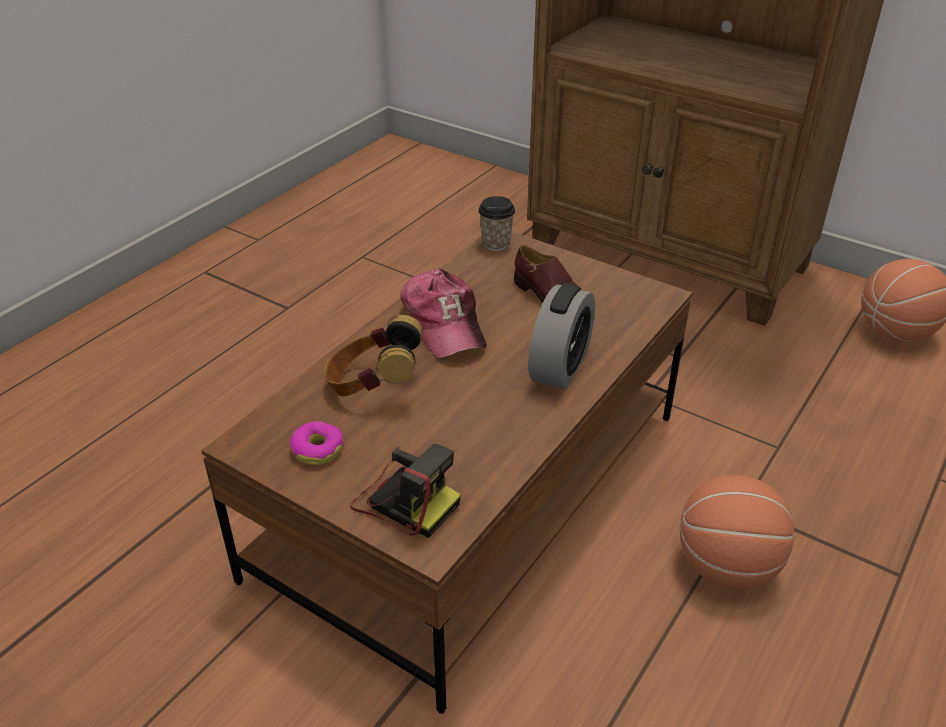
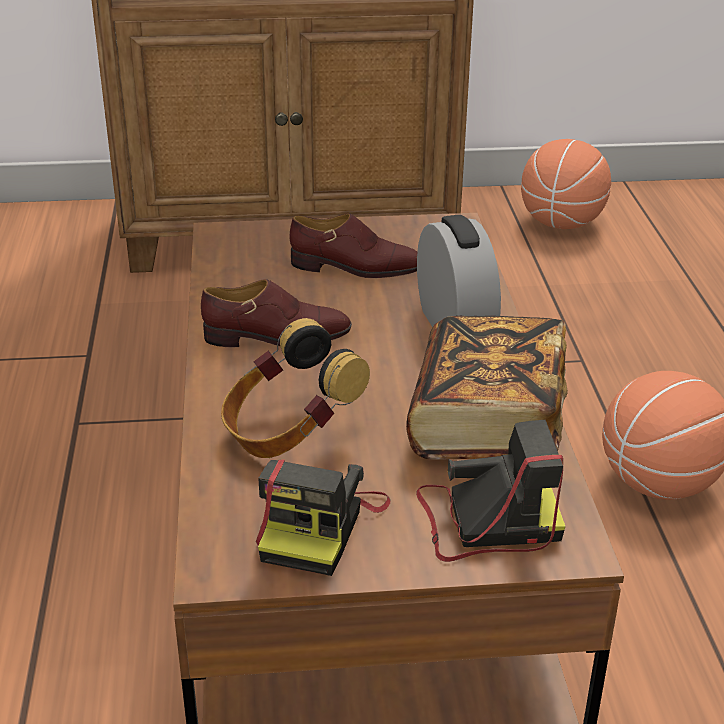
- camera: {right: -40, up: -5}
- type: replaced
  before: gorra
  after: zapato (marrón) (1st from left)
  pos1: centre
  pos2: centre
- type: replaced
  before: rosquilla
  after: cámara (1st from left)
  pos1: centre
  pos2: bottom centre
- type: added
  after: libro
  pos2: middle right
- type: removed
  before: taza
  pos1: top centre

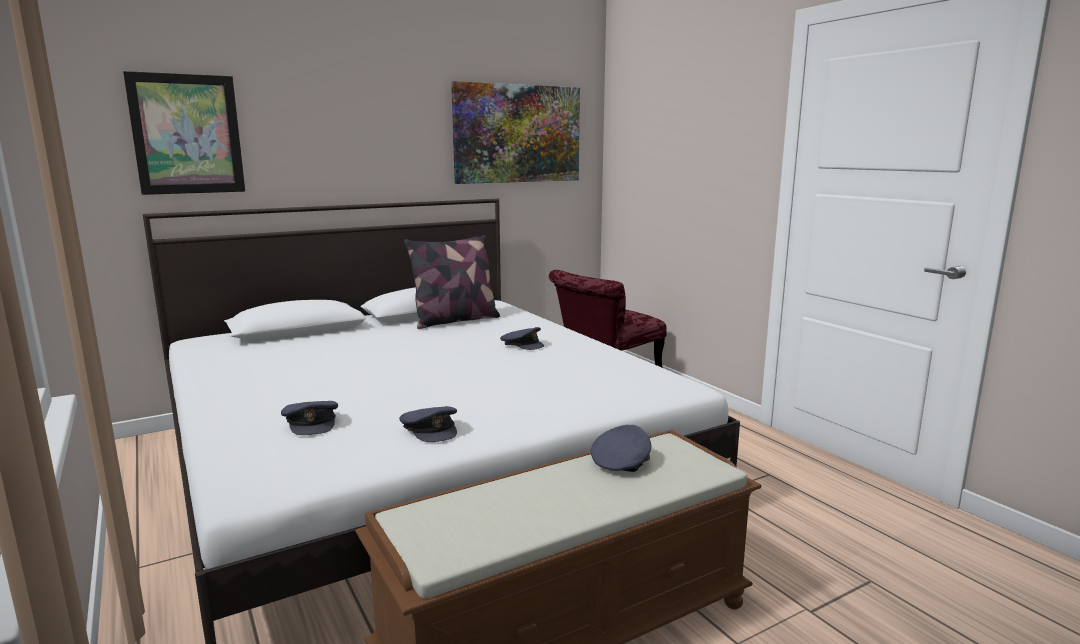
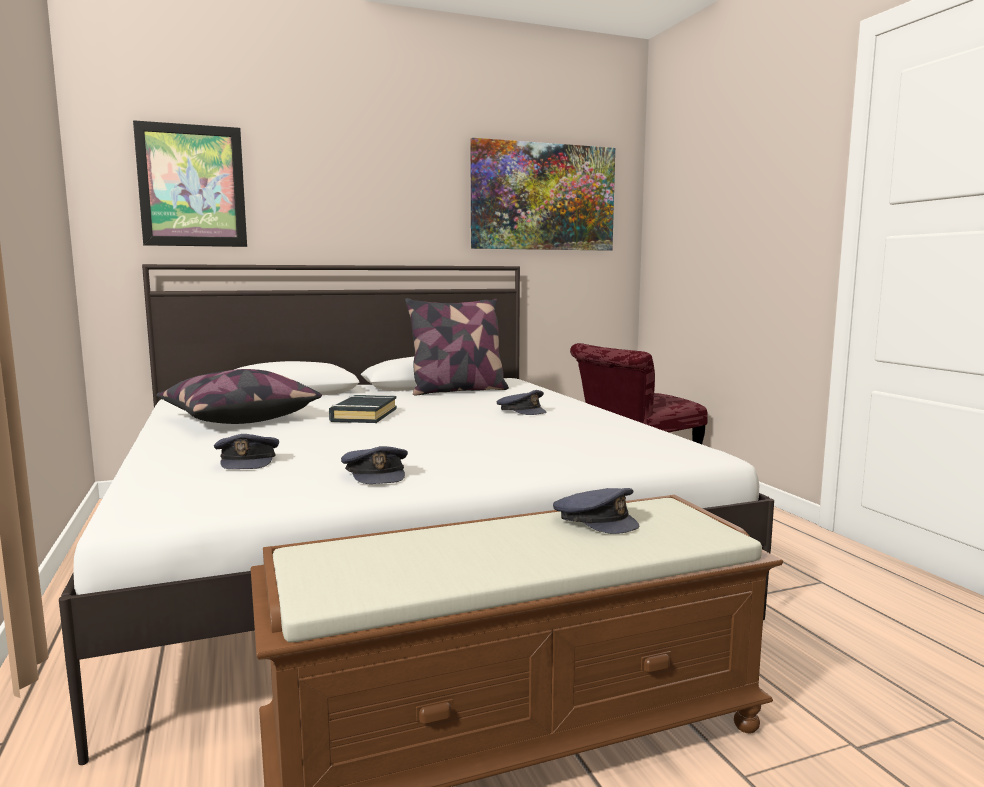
- camera: {right: 10, up: -5}
- type: added
  after: cojín (1st from left)
  pos2: middle left
- type: added
  after: libro (negro)
  pos2: centre
- type: turned
  before: gorra (gris) (4th from left)
  pos1: bottom centre
  pos2: centre
  turn: 90

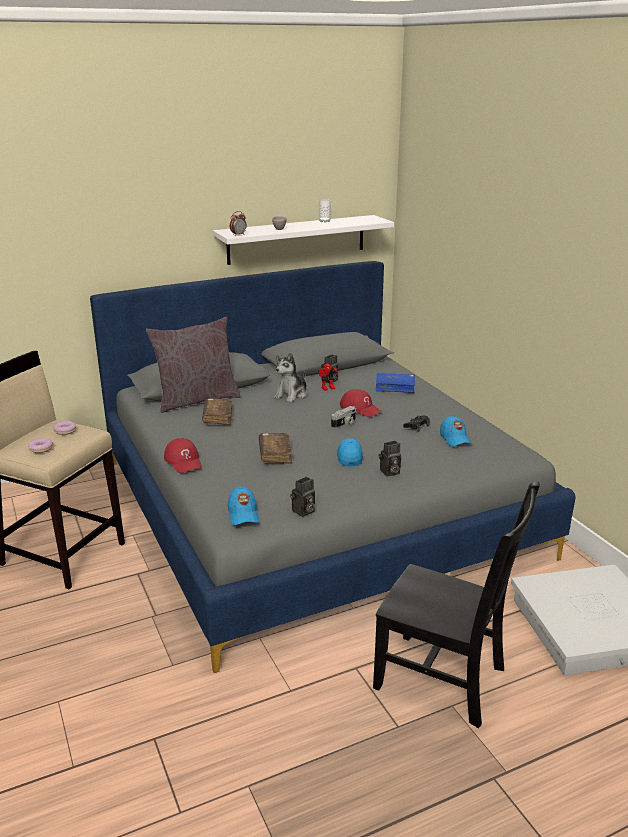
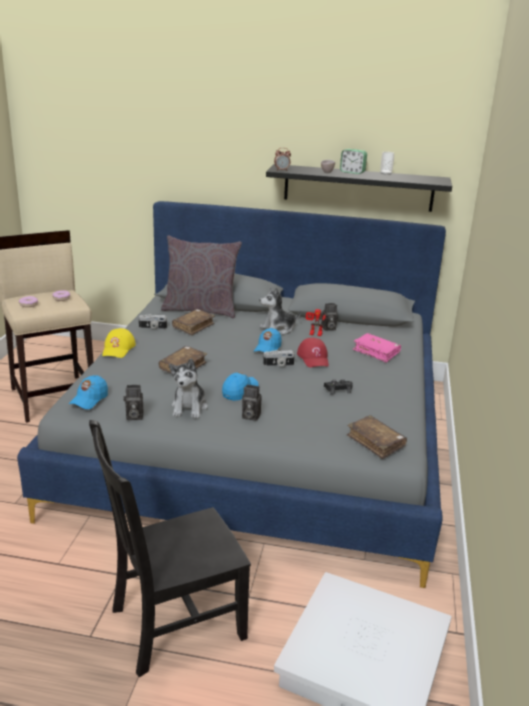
- camera: {right: 35, up: 0}
- type: turned
  before: silla (negro)
  pos1: bottom right
  pos2: bottom left
  turn: 90
- type: recoloured
  before: gorra (rojo) (1st from left)
  after: gorra (amarillo)
  pos1: middle left
  pos2: middle left
- type: added
  after: cámara (2nd from left)
  pos2: middle left
- type: added
  after: peluche (1st from left)
  pos2: centre
- type: moved
  before: gorra (azul) (3rd from left)
  pos1: middle right
  pos2: centre
- type: recoloured
  before: estante (blanco)
  after: estante (negro)
  pos1: top centre
  pos2: top right
- type: added
  after: despertador (2nd from left)
  pos2: top right
- type: added
  after: libro (marrón) (3rd from left)
  pos2: middle right
- type: recoloured
  before: libro (azul)
  after: libro (rosa)
  pos1: centre
  pos2: middle right

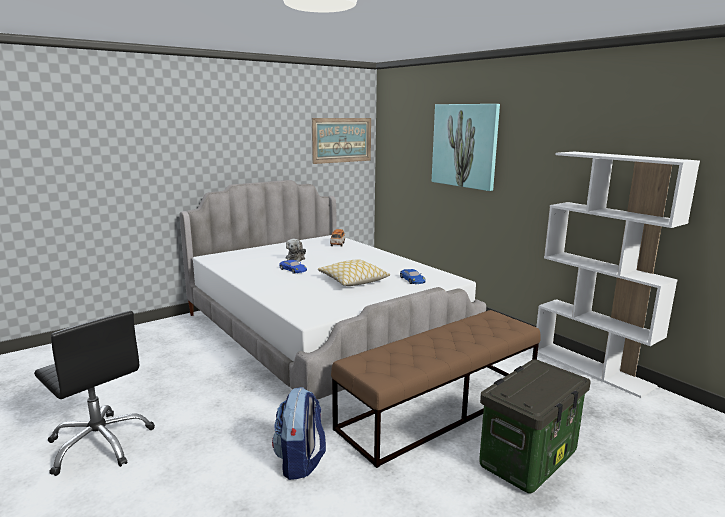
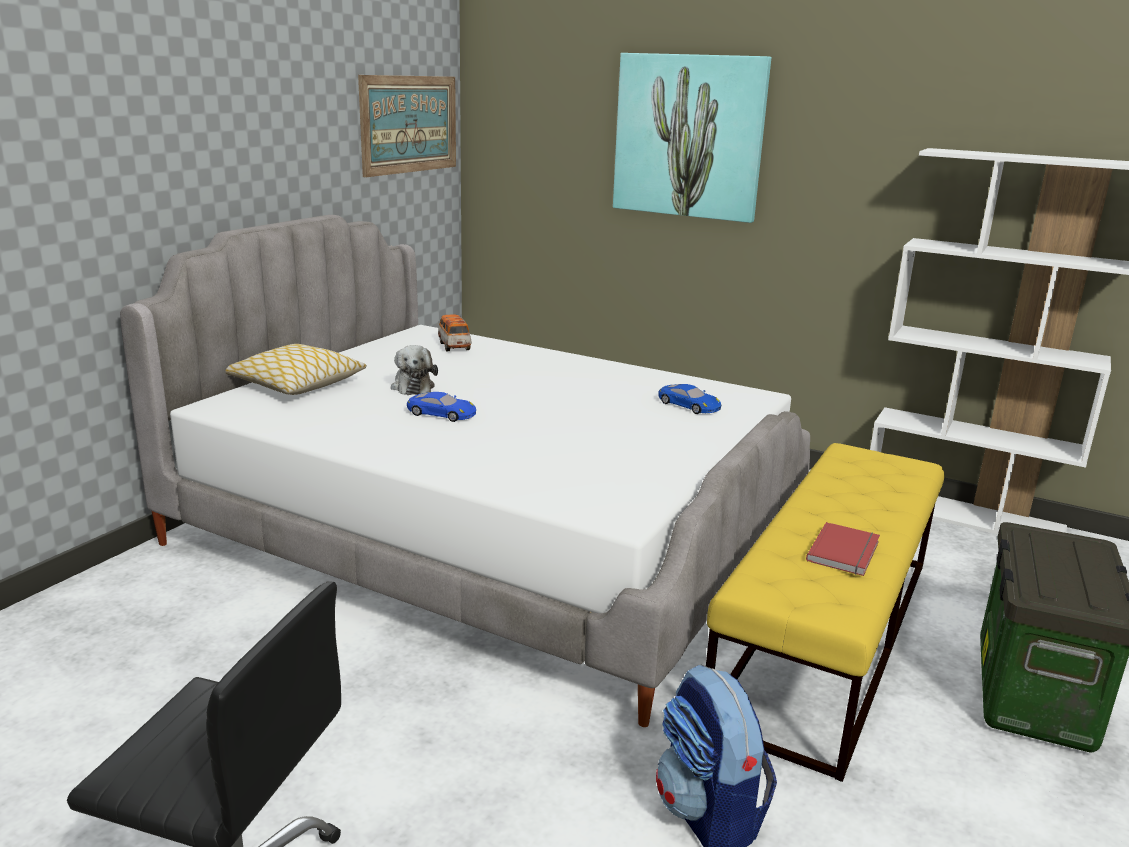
- camera: {right: -25, up: 5}
- type: moved
  before: cojín
  pos1: centre
  pos2: middle left
- type: recoloured
  before: banco (marrón)
  after: banco (amarillo)
  pos1: bottom centre
  pos2: bottom right
- type: added
  after: libro (rojo)
  pos2: middle right

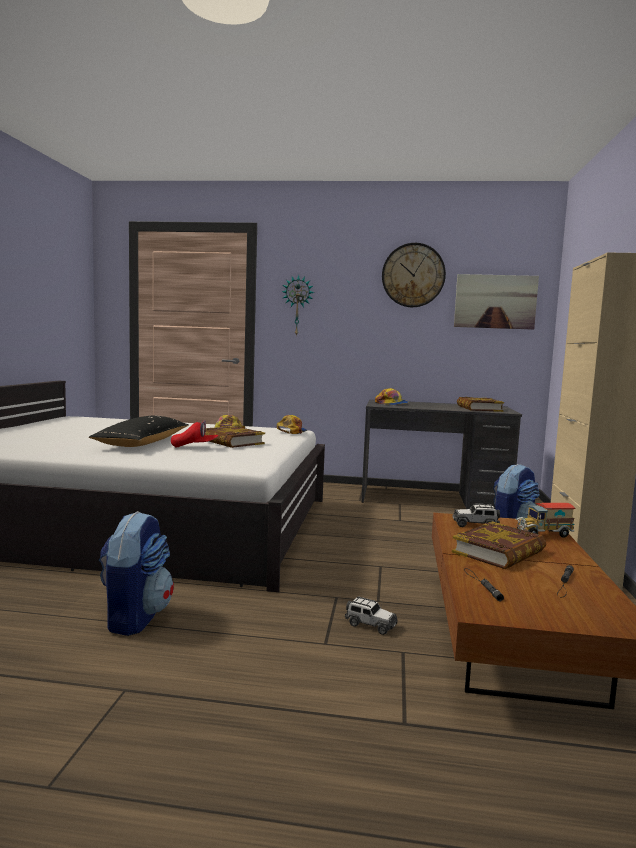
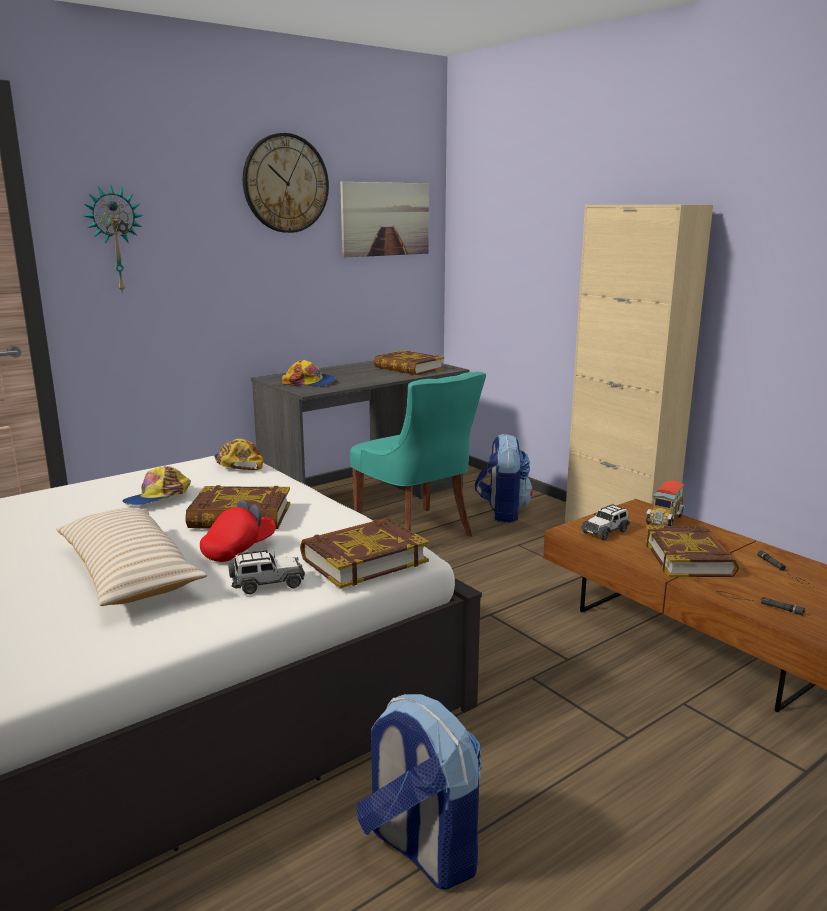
- camera: {right: -45, up: 10}
- type: recoloured
  before: cojín (negro)
  after: cojín (beis)
  pos1: middle left
  pos2: middle left
- type: moved
  before: coche de juguete (1st from left)
  pos1: bottom centre
  pos2: middle left
- type: added
  after: libro (2nd from left)
  pos2: centre
- type: added
  after: silla (turquesa)
  pos2: centre

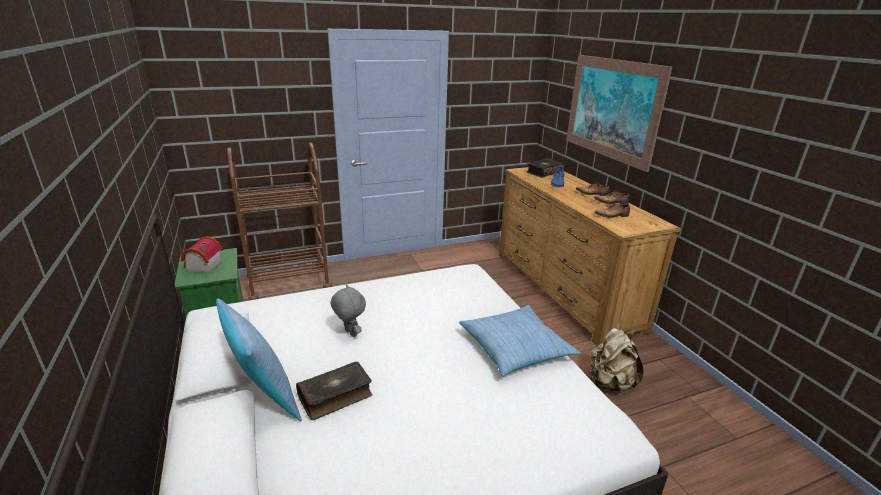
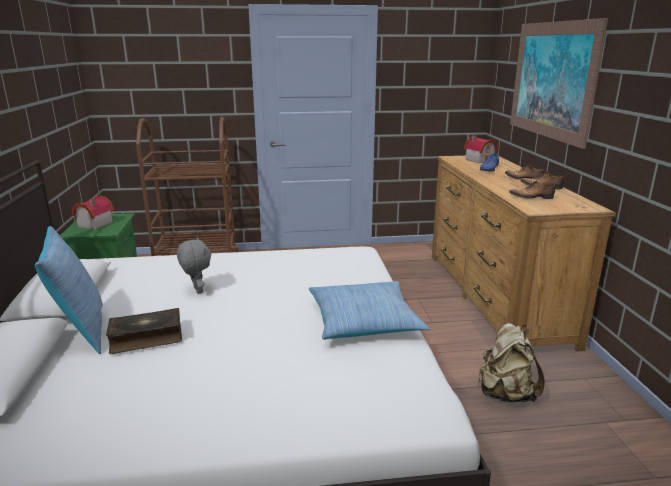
- camera: {right: 15, up: -5}
- type: replaced
  before: libro (2nd from left)
  after: casita (2nd from left)
  pos1: centre
  pos2: top right

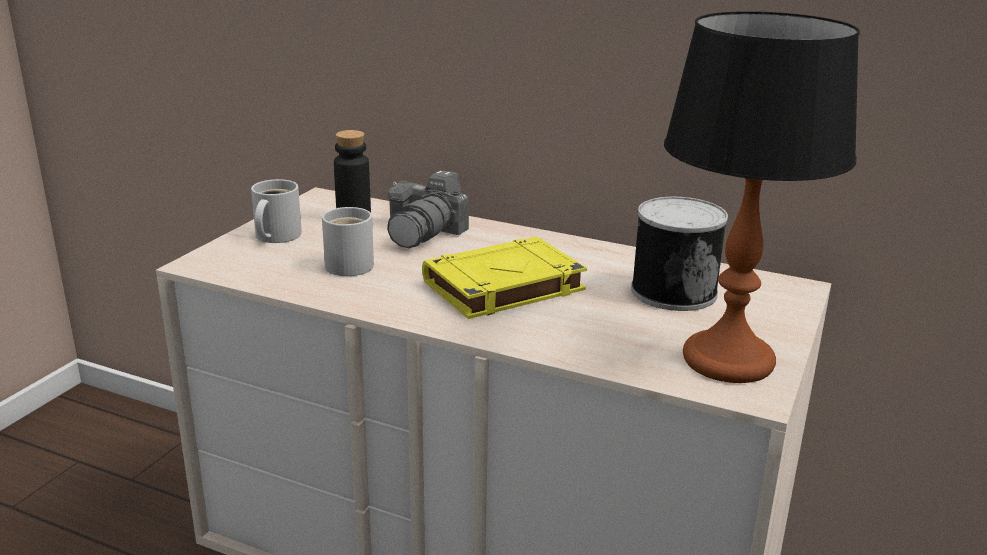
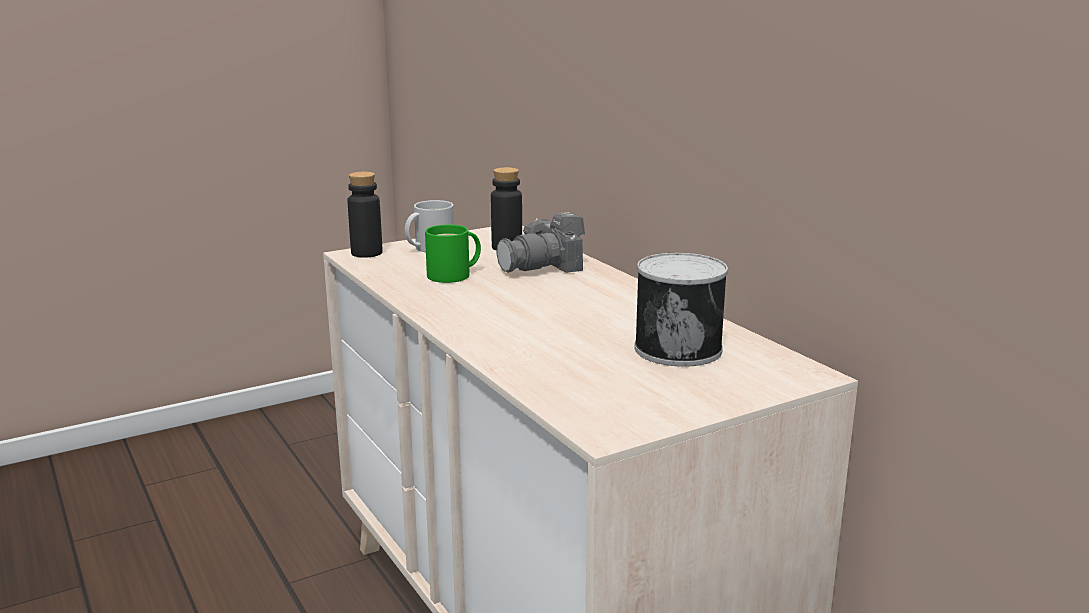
- camera: {right: 35, up: -5}
- type: added
  after: botella (negro) (1st from left)
  pos2: centre
- type: recoloured
  before: taza grande (blanco) (2nd from left)
  after: taza grande (verde)
  pos1: centre
  pos2: centre
- type: removed
  before: libro (amarillo)
  pos1: centre
- type: removed
  before: lámpara de mesa
  pos1: middle right

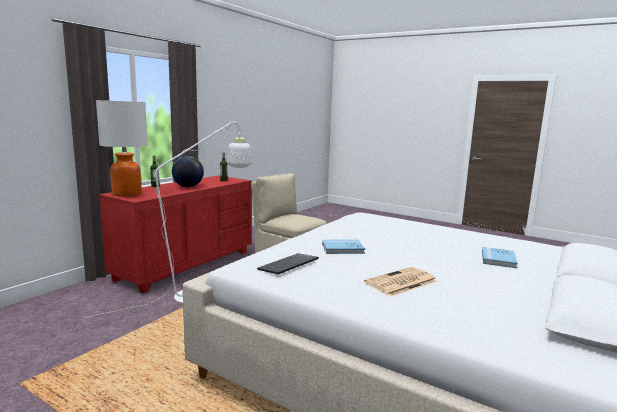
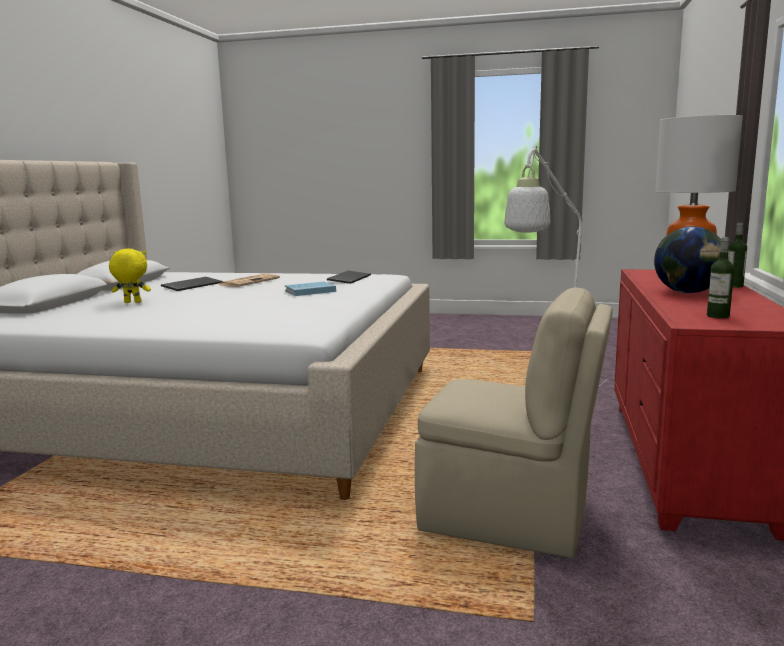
- camera: {right: 160, up: 0}
- type: replaced
  before: libro (azul) (2nd from left)
  after: peluche (amarillo)
  pos1: middle right
  pos2: middle left
- type: added
  after: teclado (1st from left)
  pos2: middle left

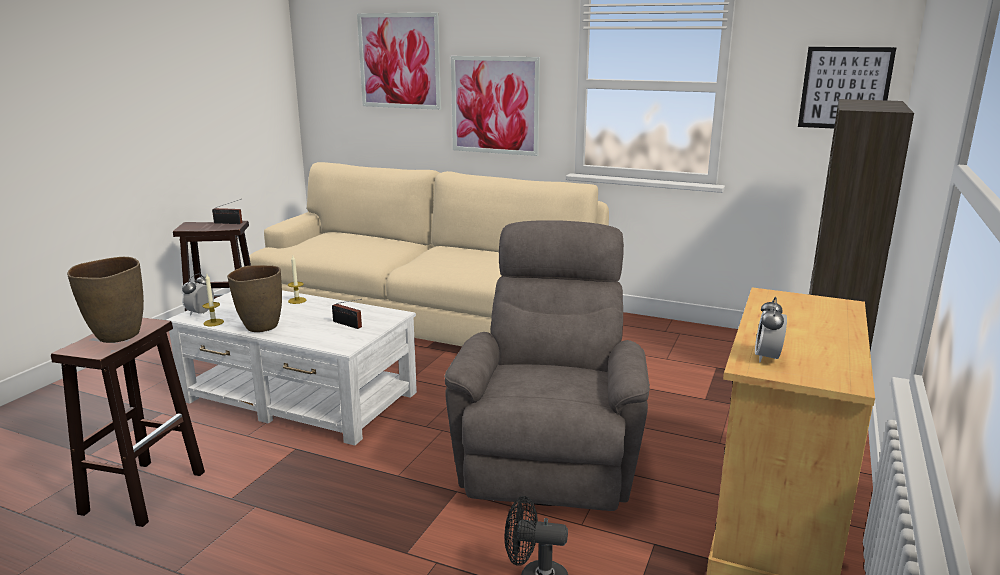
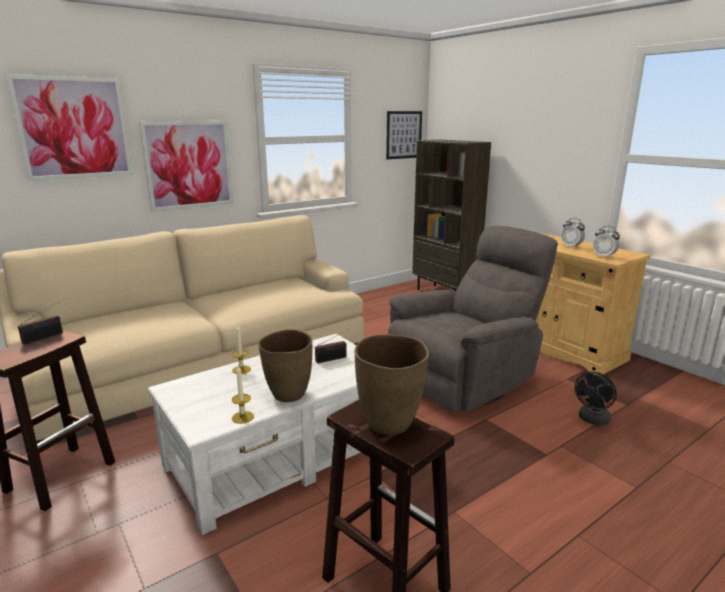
- camera: {right: -60, up: 0}
- type: turned
  before: sillón (gris)
  pos1: centre
  pos2: centre
  turn: 105
- type: moved
  before: despertador (1st from left)
  pos1: middle left
  pos2: middle right

